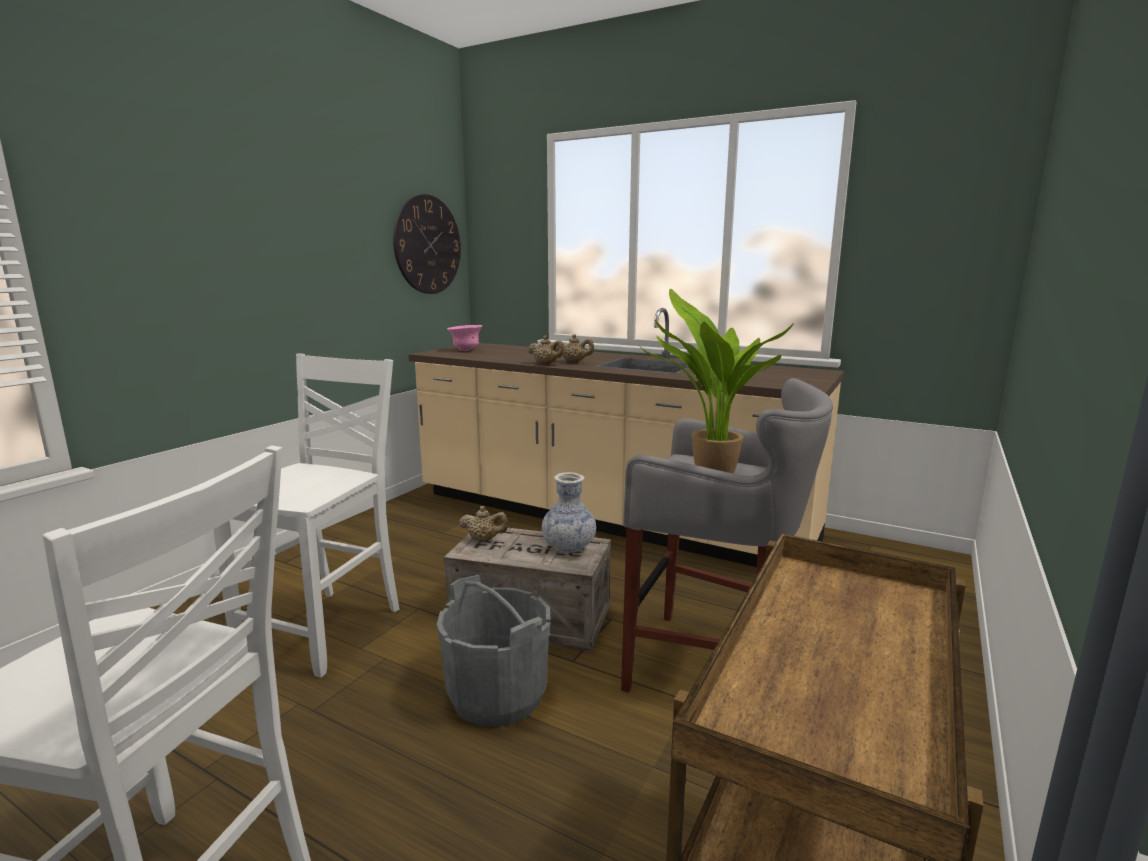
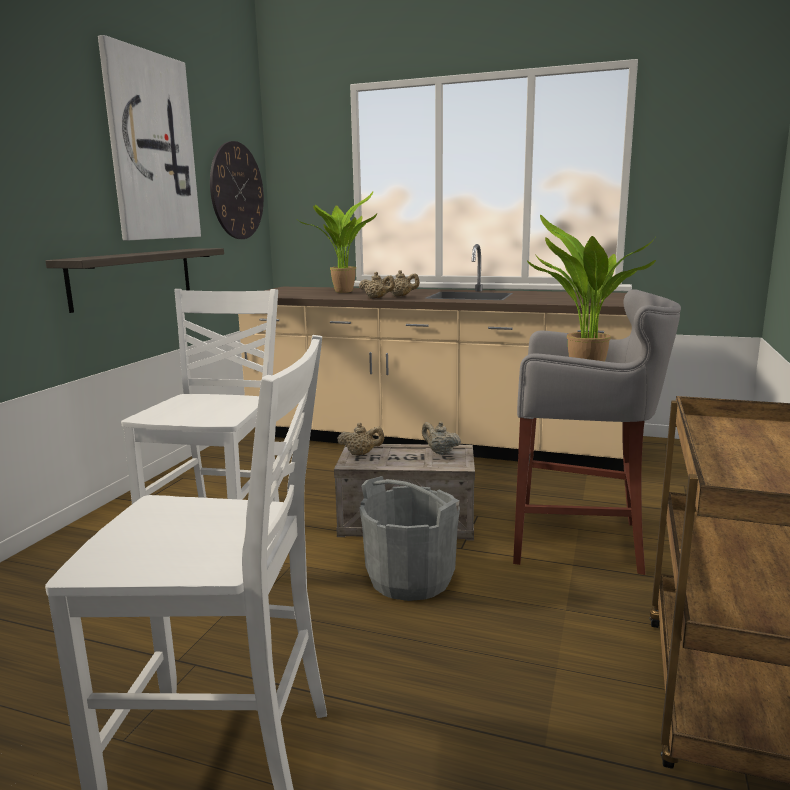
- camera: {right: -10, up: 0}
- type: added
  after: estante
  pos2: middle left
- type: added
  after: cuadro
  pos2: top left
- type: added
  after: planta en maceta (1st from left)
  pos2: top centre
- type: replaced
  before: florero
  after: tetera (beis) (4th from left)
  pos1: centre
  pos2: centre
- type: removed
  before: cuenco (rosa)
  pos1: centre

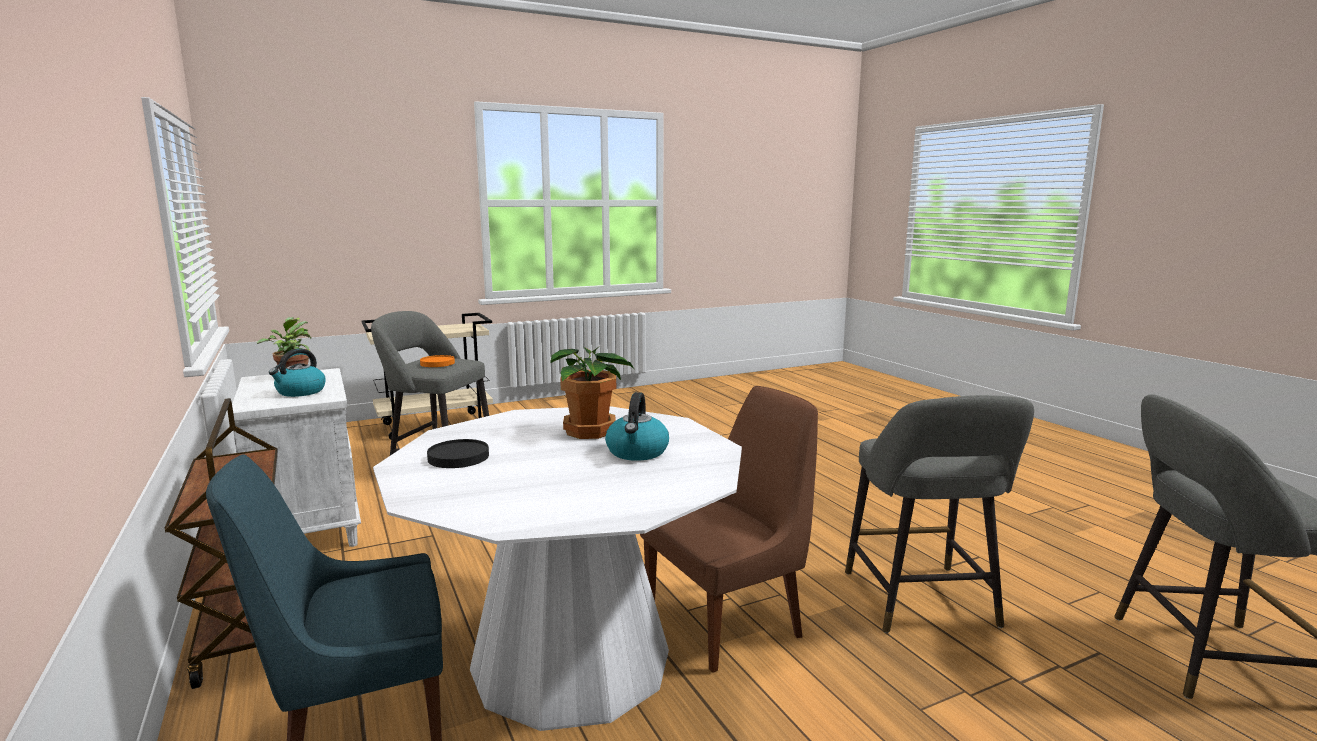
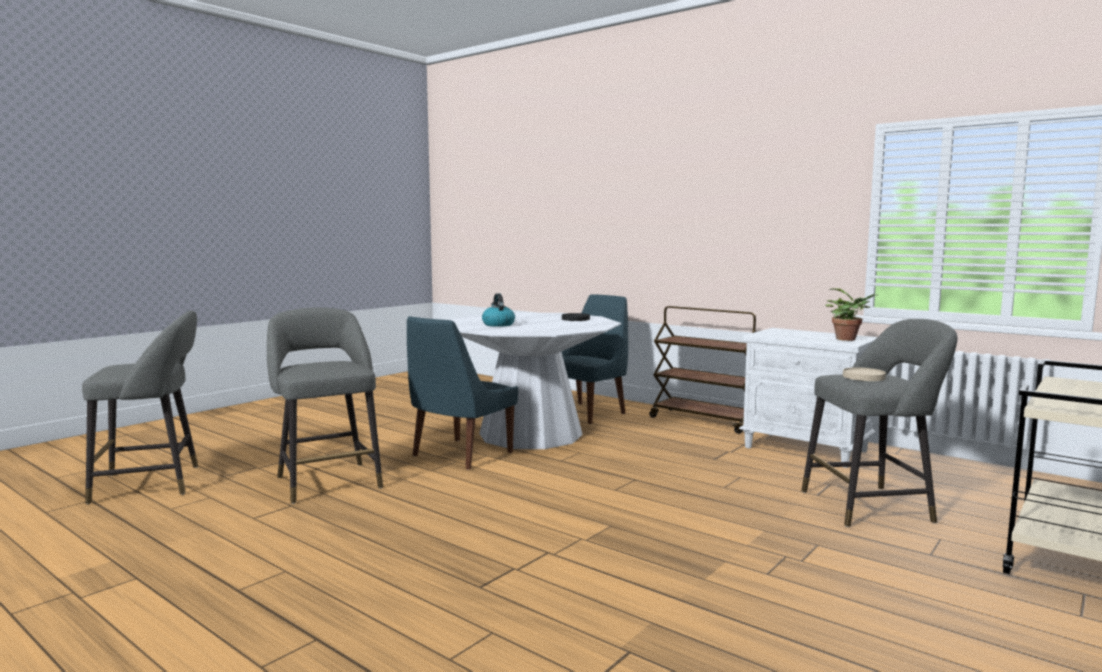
- camera: {right: 155, up: -5}
- type: recoloured
  before: silla (marrón)
  after: silla (azul) (1st from left)
  pos1: bottom centre
  pos2: centre
- type: recoloured
  before: plato (naranja)
  after: plato (beis)
  pos1: middle left
  pos2: middle right
- type: removed
  before: hervidor (1st from left)
  pos1: middle left
- type: removed
  before: planta en maceta (2nd from left)
  pos1: centre

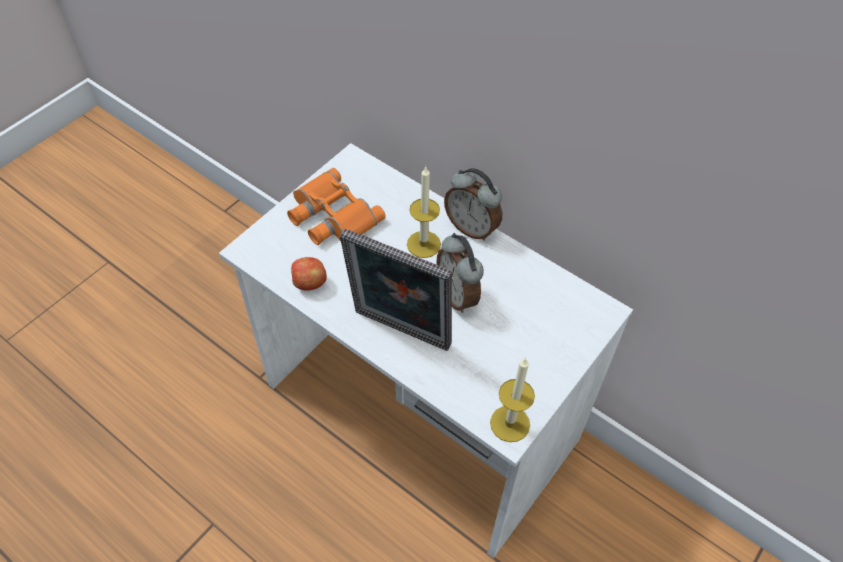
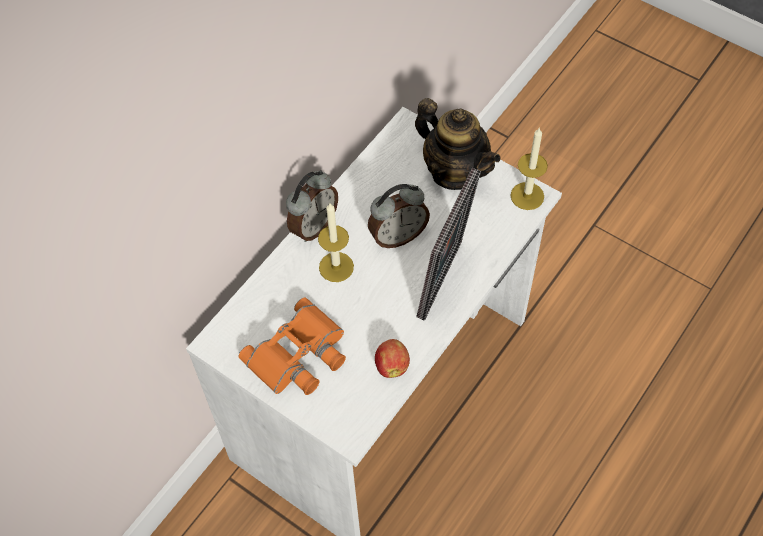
- camera: {right: -90, up: 5}
- type: added
  after: tetera
  pos2: top centre

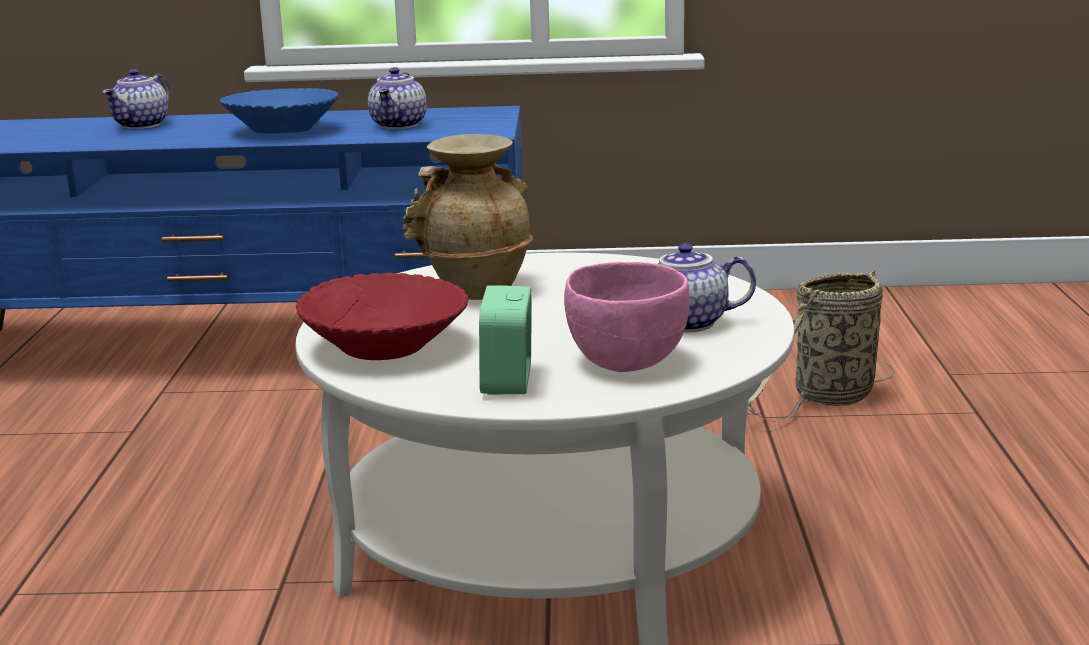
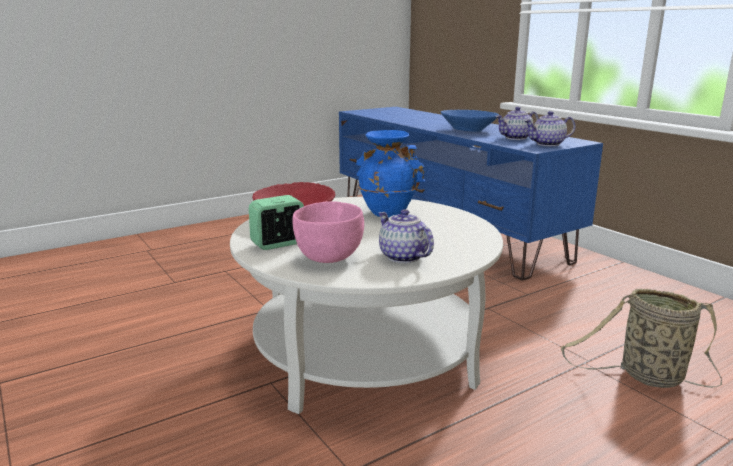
- camera: {right: 55, up: 0}
- type: recoloured
  before: florero (beis)
  after: florero (azul)
  pos1: centre
  pos2: centre
- type: moved
  before: tetera (1st from left in the first image)
  after: tetera (3rd from left)
  pos1: top left
  pos2: top right

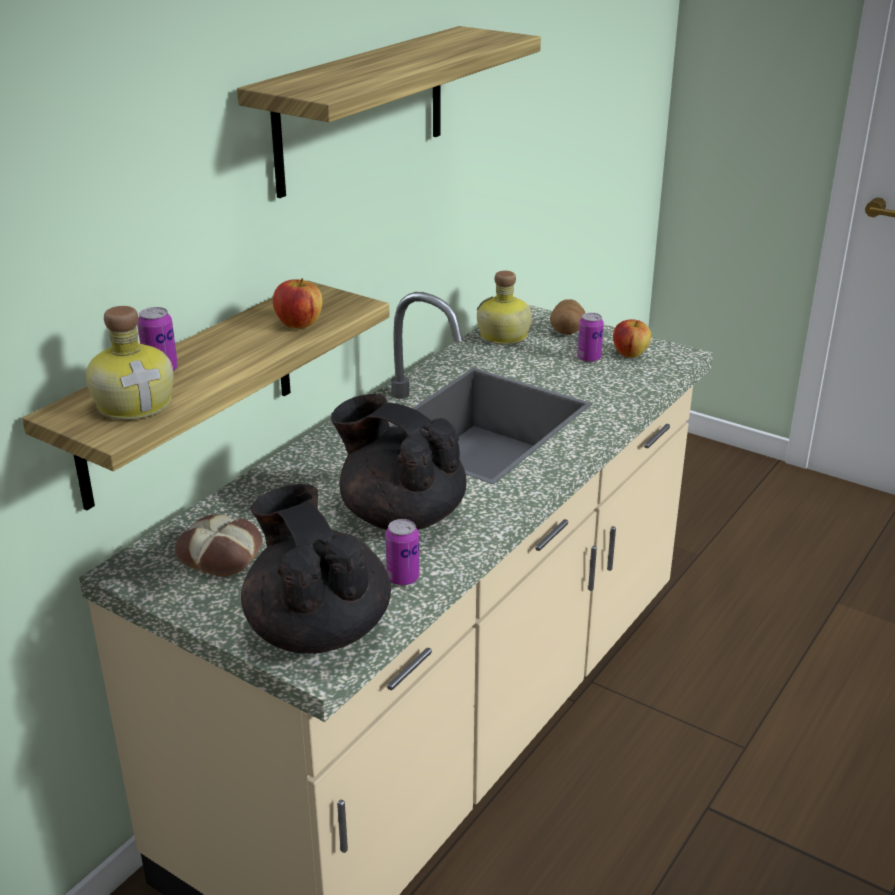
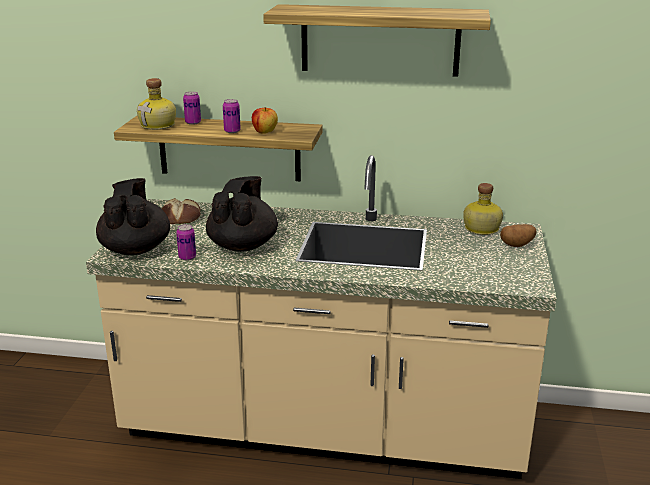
- camera: {right: 65, up: -5}
- type: turned
  before: tetera (negro) (1st from left)
  pos1: centre
  pos2: middle left
  turn: -45
- type: moved
  before: lata (3rd from left)
  pos1: centre
  pos2: top centre
- type: removed
  before: manzana (2nd from left)
  pos1: middle right

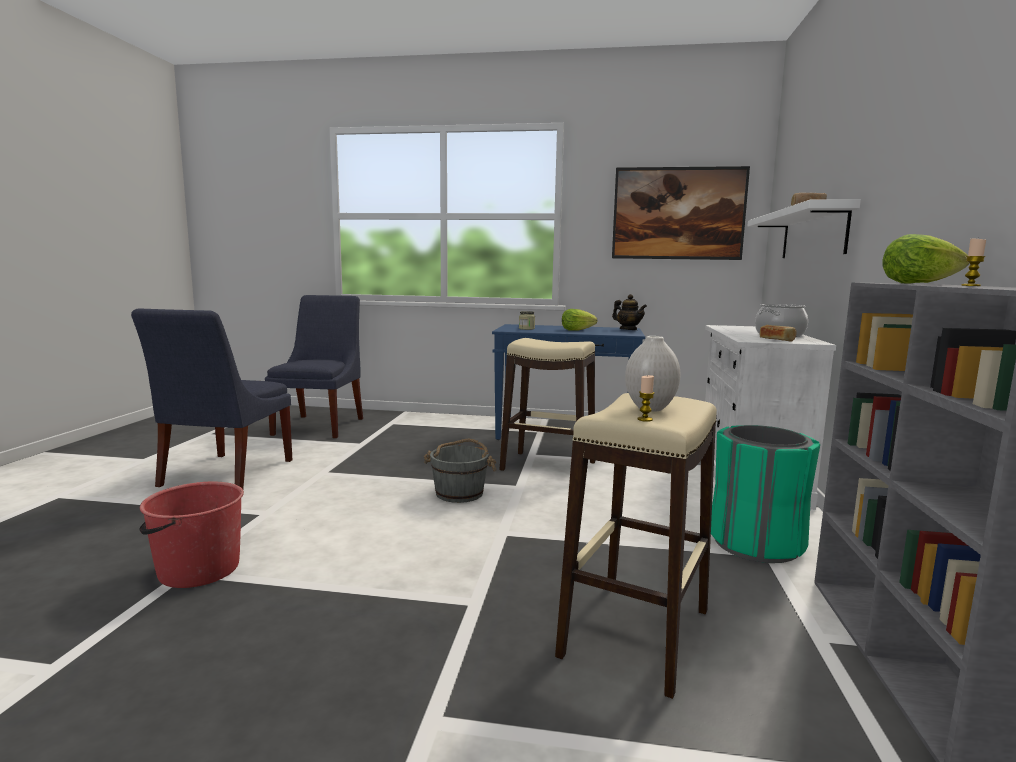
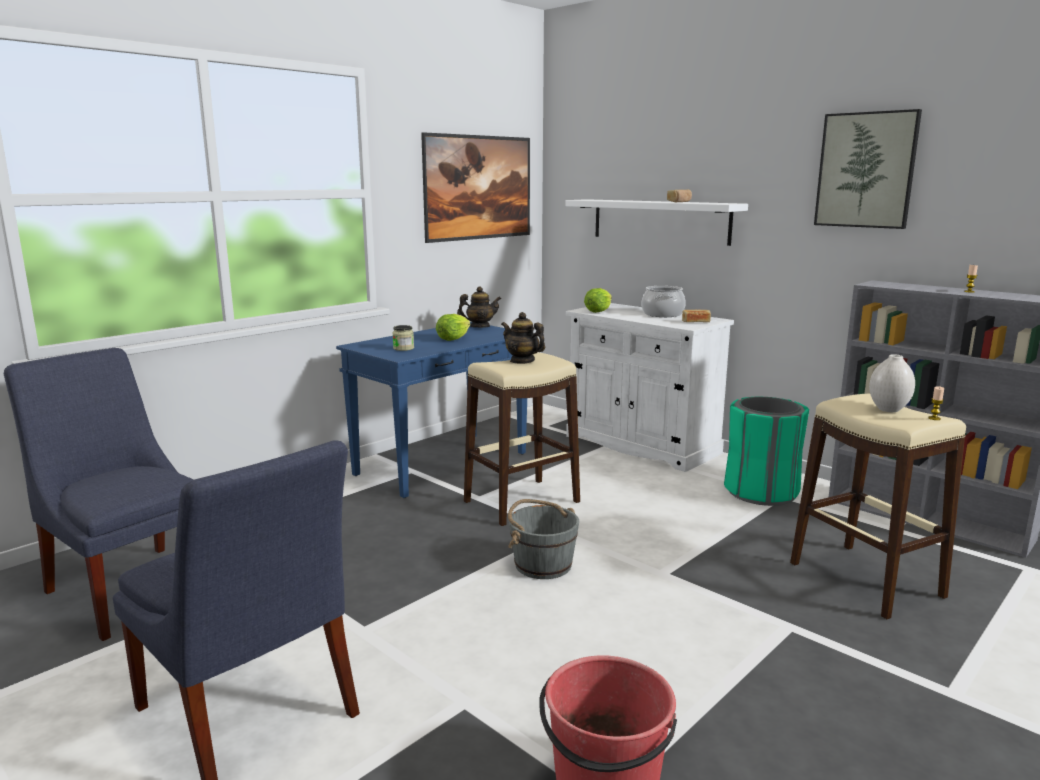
- camera: {right: -55, up: 5}
- type: added
  after: tetera (2nd from left)
  pos2: centre
- type: moved
  before: lechuga (2nd from left)
  pos1: middle right
  pos2: centre
- type: added
  after: cuadro (2nd from left)
  pos2: top right

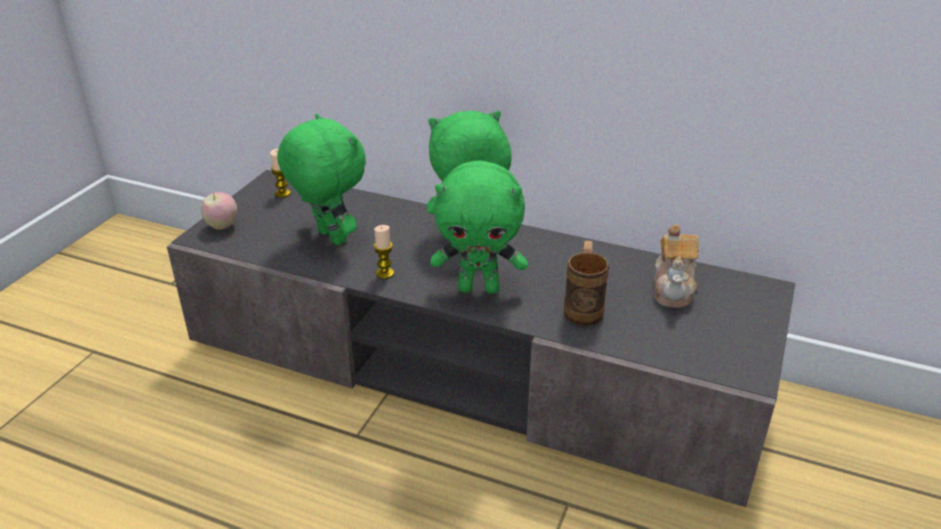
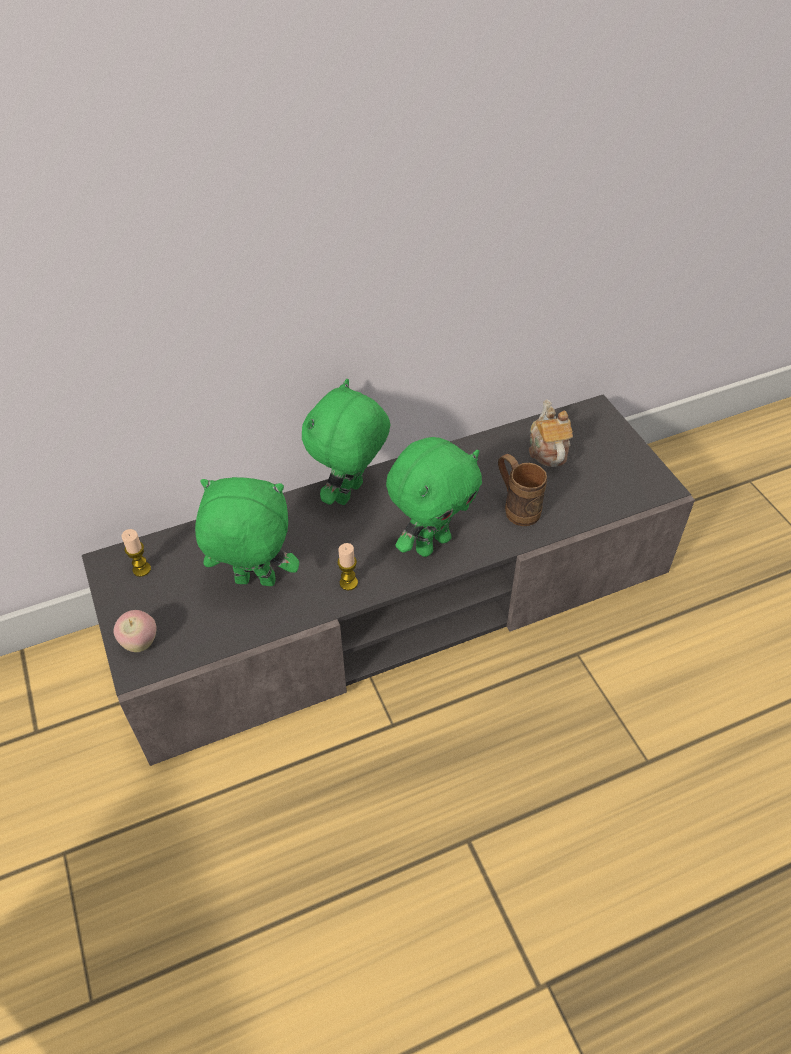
- camera: {right: -45, up: 15}
- type: turned
  before: tetera
  pos1: middle right
  pos2: middle right
  turn: -150

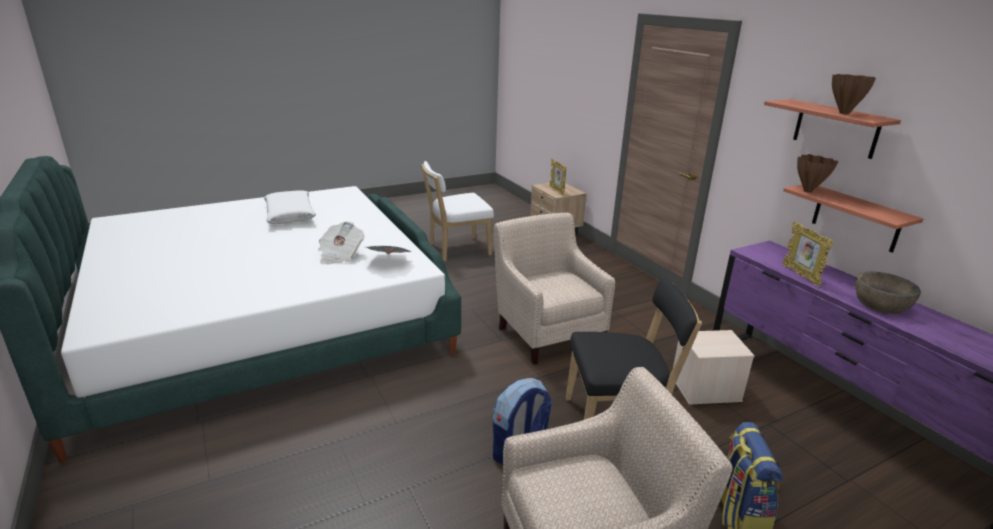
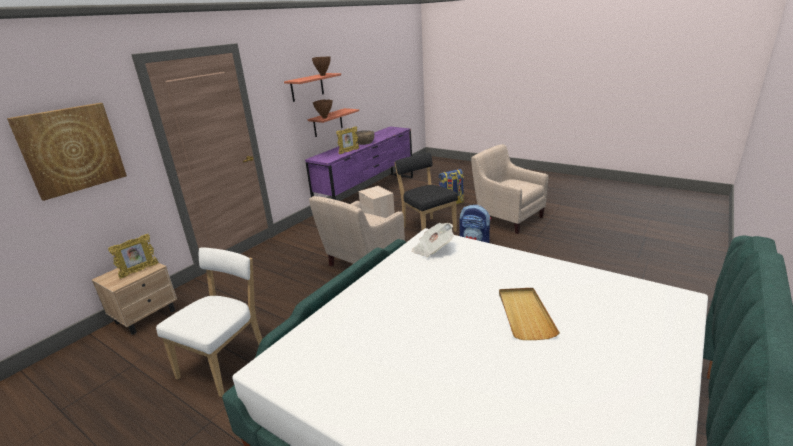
- camera: {right: -115, up: 0}
- type: added
  after: cuadro
  pos2: middle left
- type: turned
  before: silla (blanco)
  pos1: centre
  pos2: bottom left
  turn: -105
- type: added
  after: bandeja (beis)
  pos2: bottom right
- type: removed
  before: cojín (blanco)
  pos1: middle left
- type: removed
  before: periódico (1st from left)
  pos1: centre

